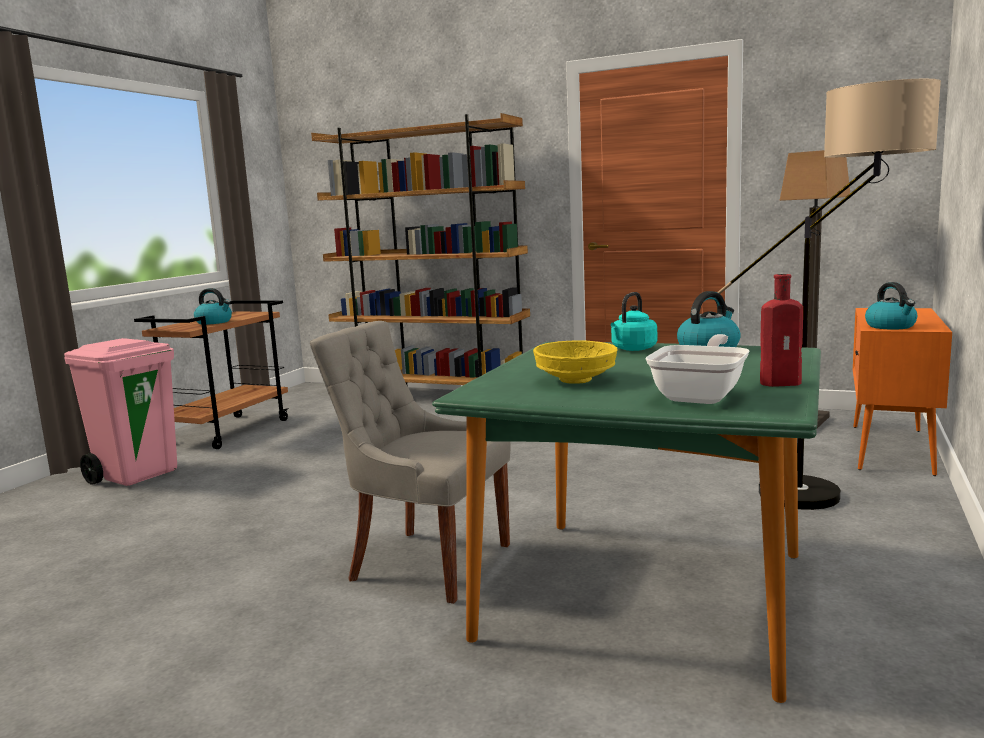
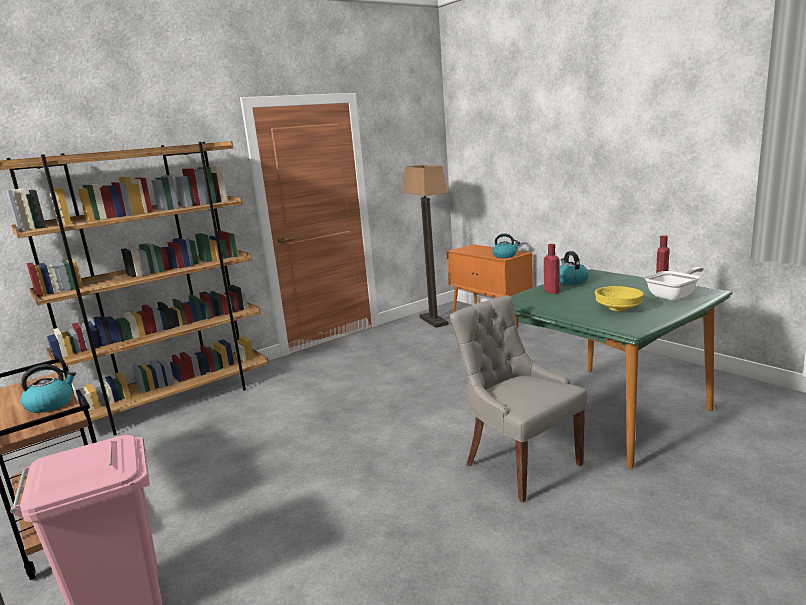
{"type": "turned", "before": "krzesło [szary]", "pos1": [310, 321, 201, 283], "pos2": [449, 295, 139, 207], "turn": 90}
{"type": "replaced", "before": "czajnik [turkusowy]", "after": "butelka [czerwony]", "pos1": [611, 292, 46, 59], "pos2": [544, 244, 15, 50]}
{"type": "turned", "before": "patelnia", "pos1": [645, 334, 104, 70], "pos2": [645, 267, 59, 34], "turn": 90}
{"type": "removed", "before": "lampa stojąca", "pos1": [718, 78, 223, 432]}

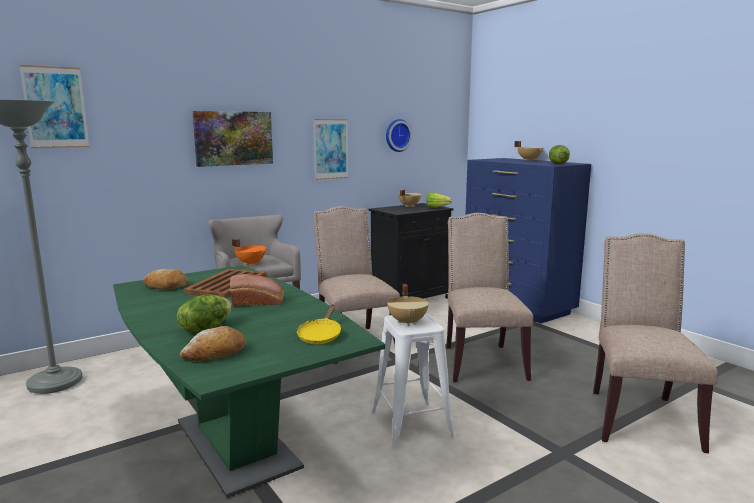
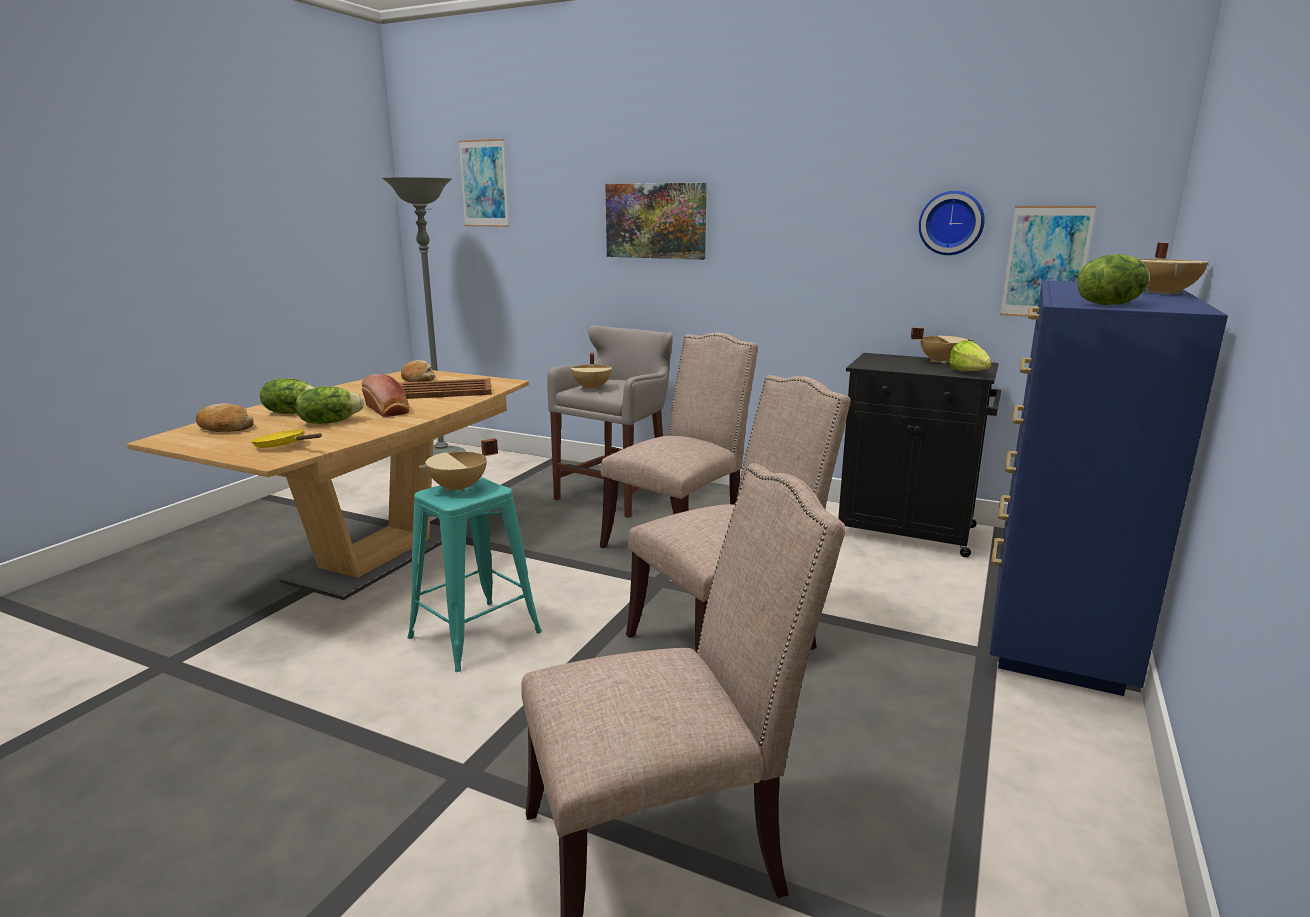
{"type": "recoloured", "before": "stół jadalny [zielony]", "after": "stół jadalny [brązowy]", "pos1": [113, 265, 272, 233], "pos2": [127, 370, 402, 230]}
{"type": "turned", "before": "patelnia [żółty]", "pos1": [297, 304, 44, 40], "pos2": [251, 429, 71, 19], "turn": 45}
{"type": "added", "after": "sałata", "pos2": [296, 386, 68, 38]}
{"type": "recoloured", "before": "stołek [biały]", "after": "stołek [turkusowy]", "pos1": [372, 313, 83, 136], "pos2": [407, 477, 135, 195]}
{"type": "recoloured", "before": "garnek [pomarańczowy]", "after": "garnek [beżowy]", "pos1": [232, 239, 34, 26], "pos2": [571, 353, 41, 37]}
{"type": "moved", "before": "obraz", "pos1": [313, 119, 35, 61], "pos2": [1000, 206, 96, 111]}

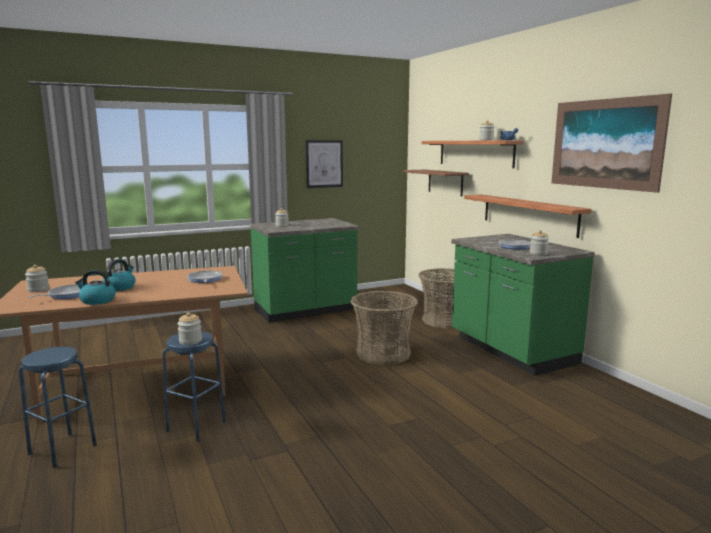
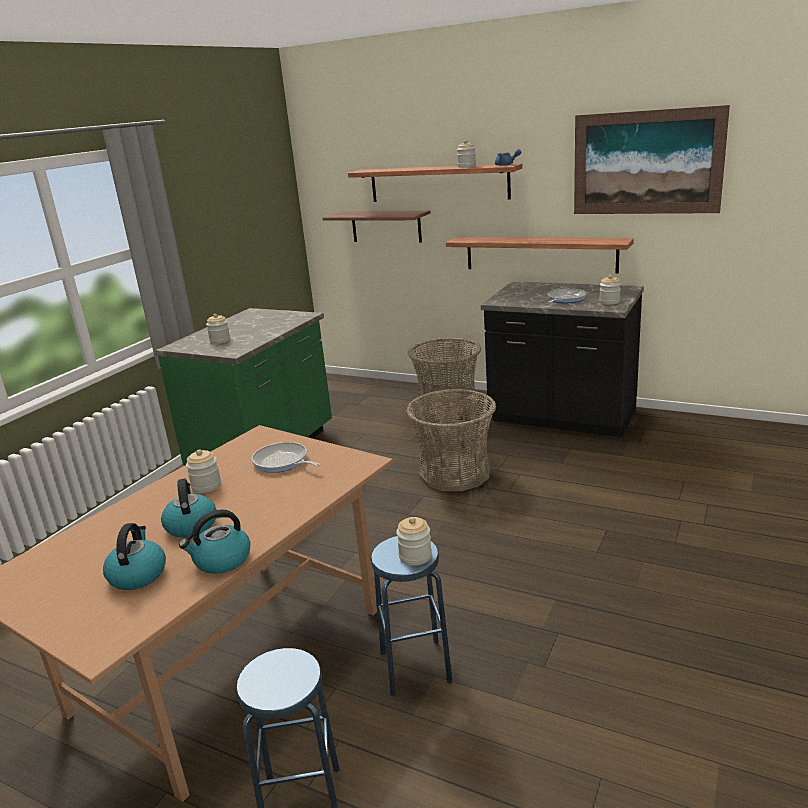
{"type": "replaced", "before": "patelnia", "after": "czajnik", "pos1": [28, 284, 52, 15], "pos2": [103, 523, 63, 67]}
{"type": "moved", "before": "słoik", "pos1": [25, 265, 24, 27], "pos2": [186, 449, 35, 44]}
{"type": "recoloured", "before": "zabudowa kuchenna [zielony]", "after": "zabudowa kuchenna [czarny]", "pos1": [451, 234, 144, 142], "pos2": [481, 281, 163, 156]}
{"type": "removed", "before": "obraz", "pos1": [305, 140, 38, 48]}

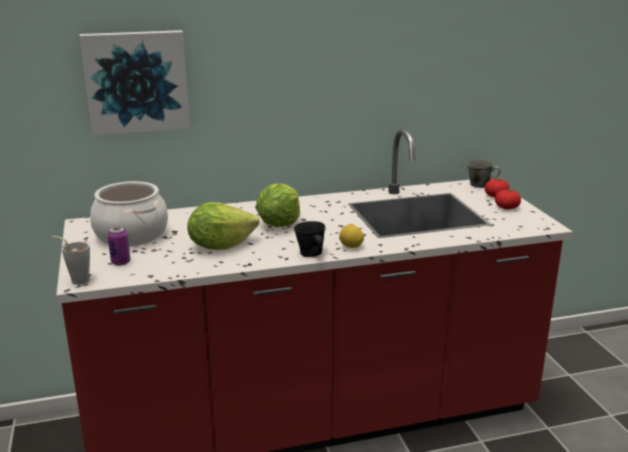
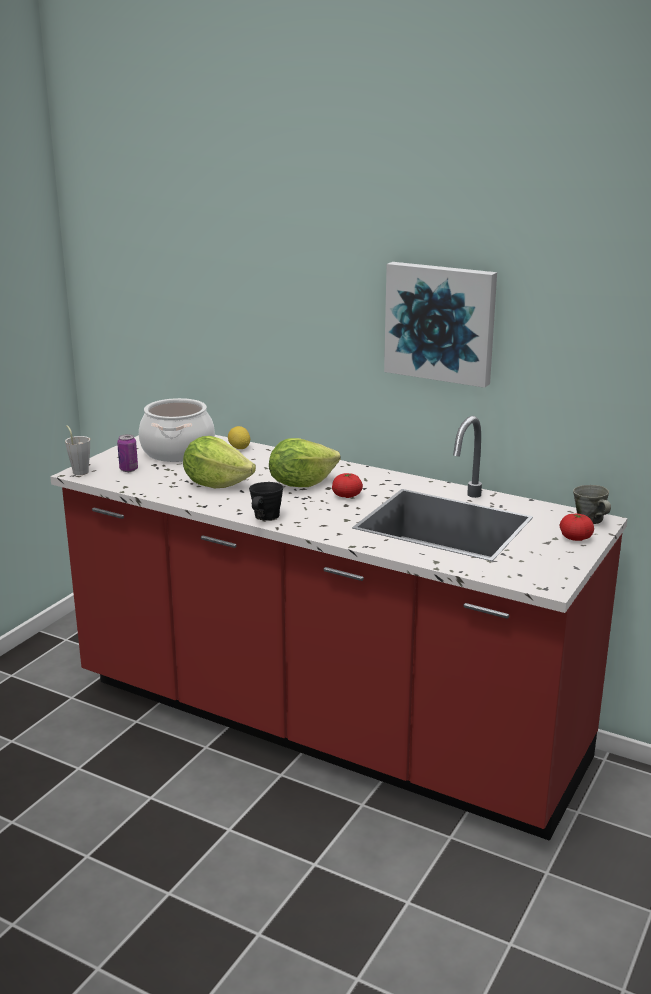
{"type": "moved", "before": "cytryna", "pos1": [339, 225, 25, 23], "pos2": [228, 426, 22, 23]}
{"type": "moved", "before": "pomidor", "pos1": [495, 189, 26, 21], "pos2": [332, 473, 31, 25]}
{"type": "moved", "before": "obraz", "pos1": [80, 30, 110, 105], "pos2": [384, 262, 113, 126]}

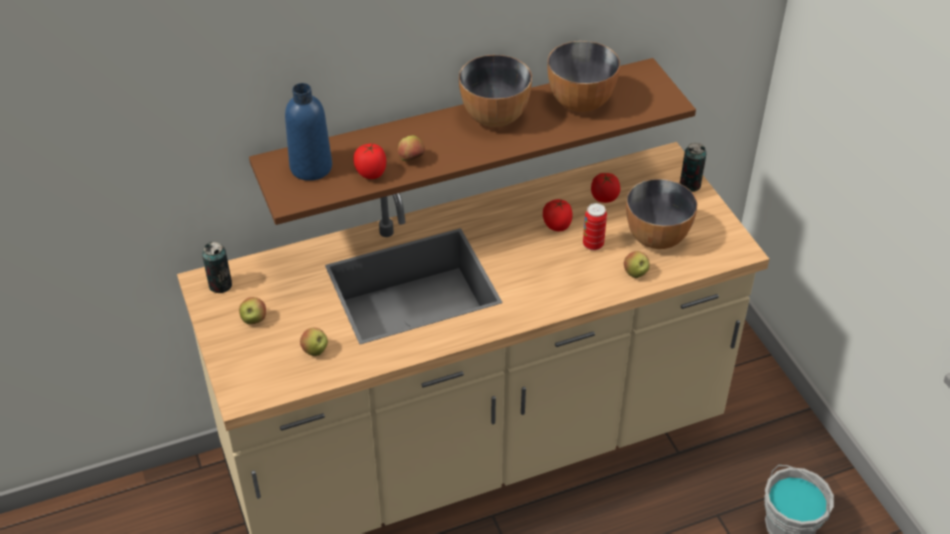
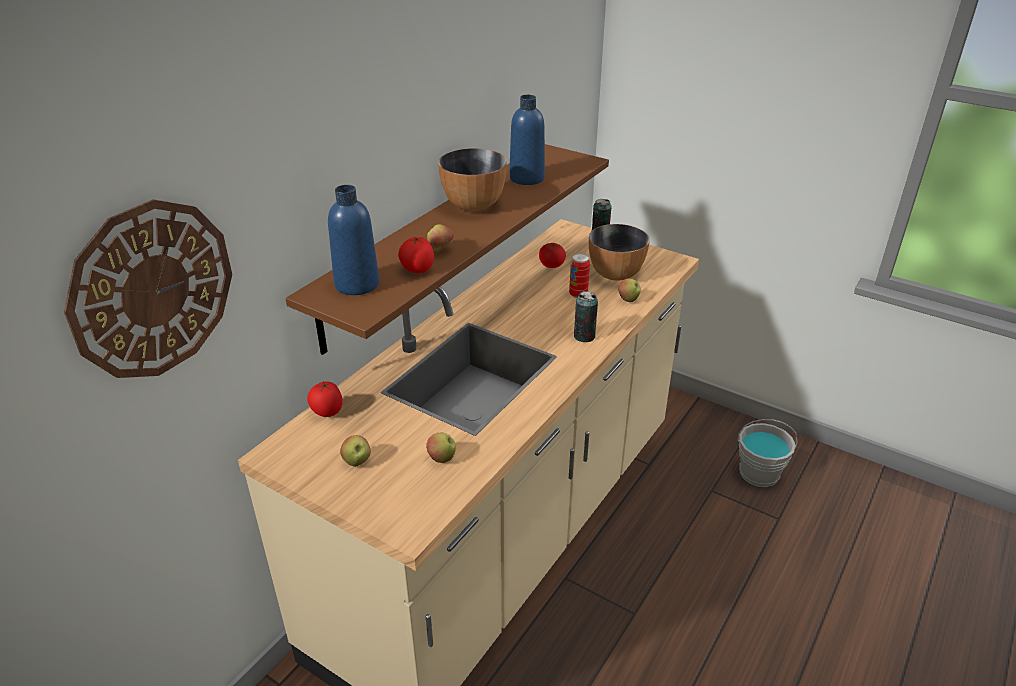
{"type": "added", "after": "zegar ścienny", "pos2": [64, 199, 168, 179]}
{"type": "moved", "before": "pomidor", "pos1": [543, 199, 30, 32], "pos2": [307, 381, 36, 36]}
{"type": "replaced", "before": "miska", "after": "butelka [niebieski]", "pos1": [548, 41, 72, 71], "pos2": [509, 95, 36, 90]}
{"type": "moved", "before": "puszka", "pos1": [202, 242, 30, 51], "pos2": [574, 291, 24, 51]}

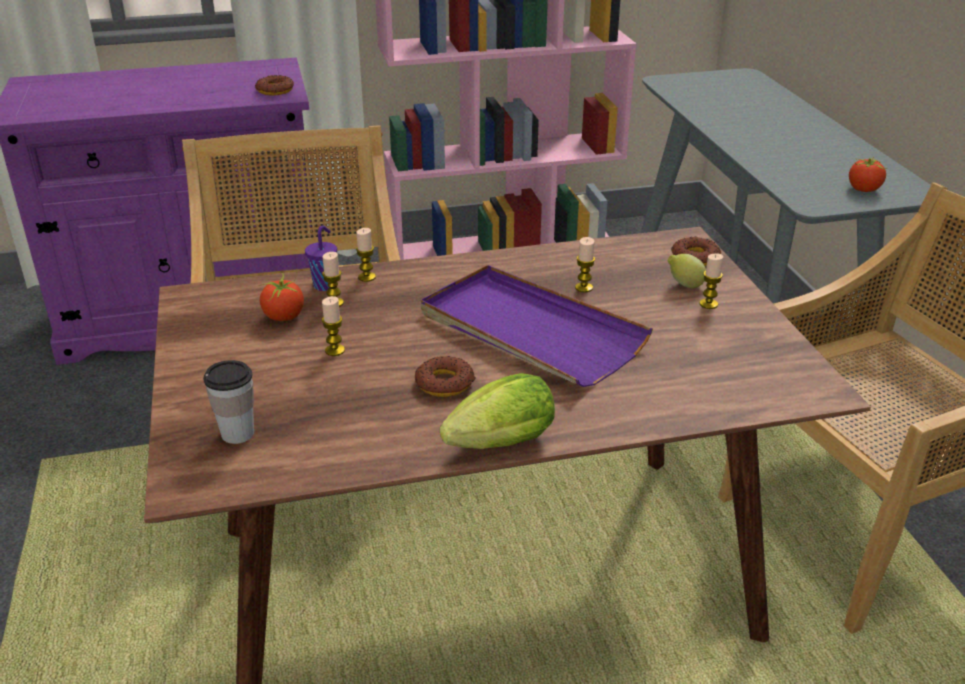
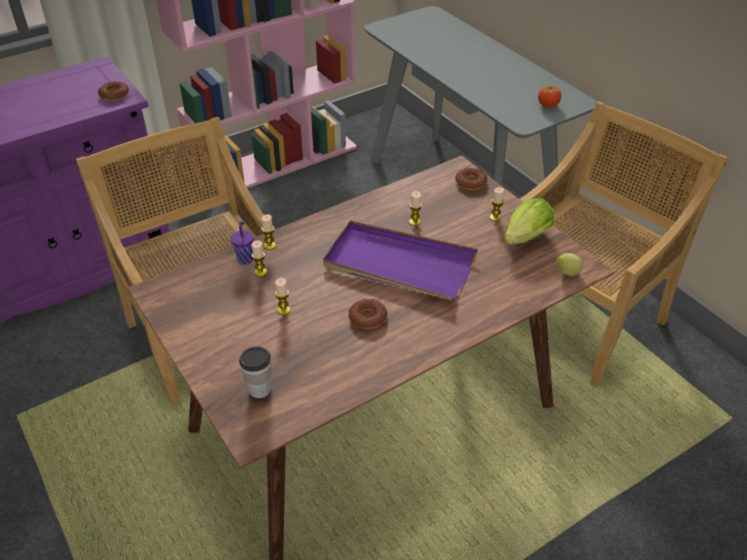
{"type": "moved", "before": "sałata", "pos1": [440, 373, 115, 76], "pos2": [505, 198, 49, 47]}
{"type": "moved", "before": "cytryna", "pos1": [668, 254, 38, 34], "pos2": [556, 253, 27, 23]}
{"type": "removed", "before": "pomidor", "pos1": [259, 271, 45, 50]}

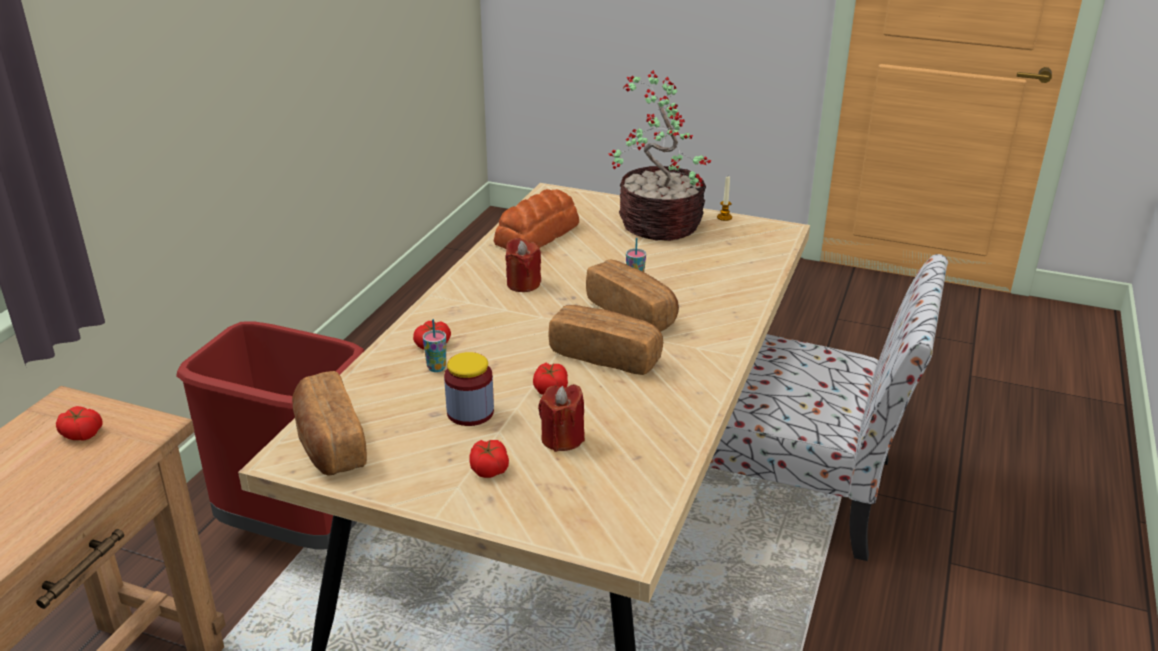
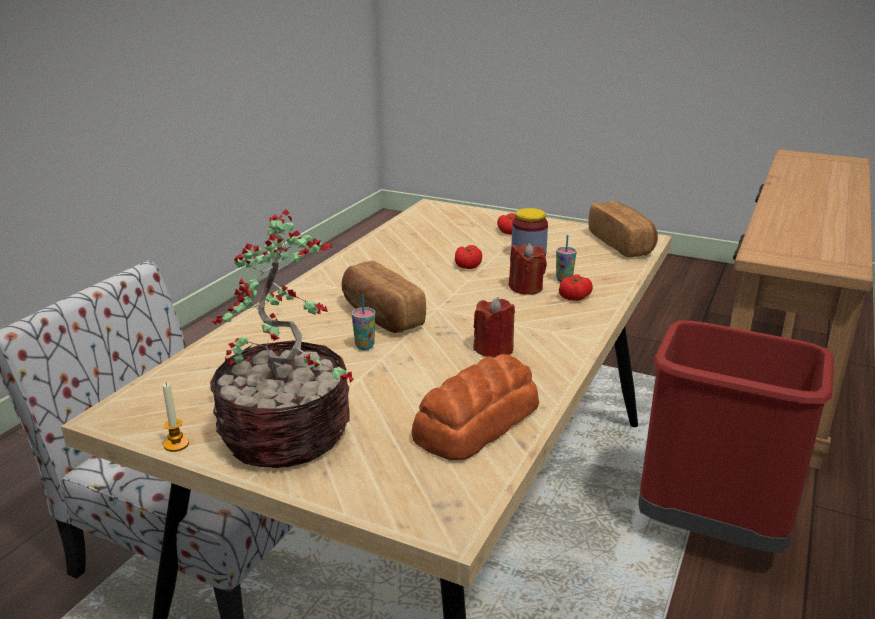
{"type": "moved", "before": "świeca [czerwony]", "pos1": [538, 384, 47, 68], "pos2": [509, 243, 38, 52]}
{"type": "removed", "before": "pomidor", "pos1": [56, 406, 46, 35]}
{"type": "removed", "before": "chleb", "pos1": [548, 305, 115, 70]}

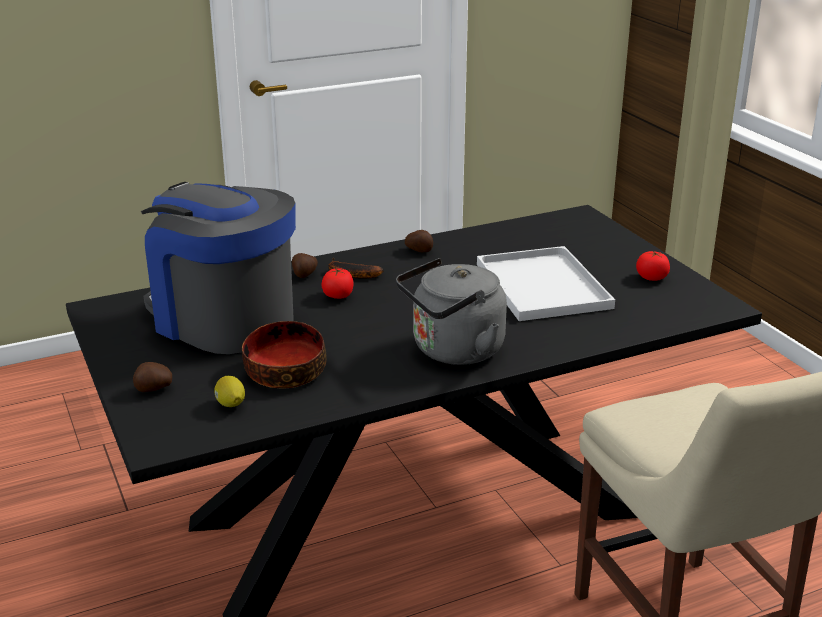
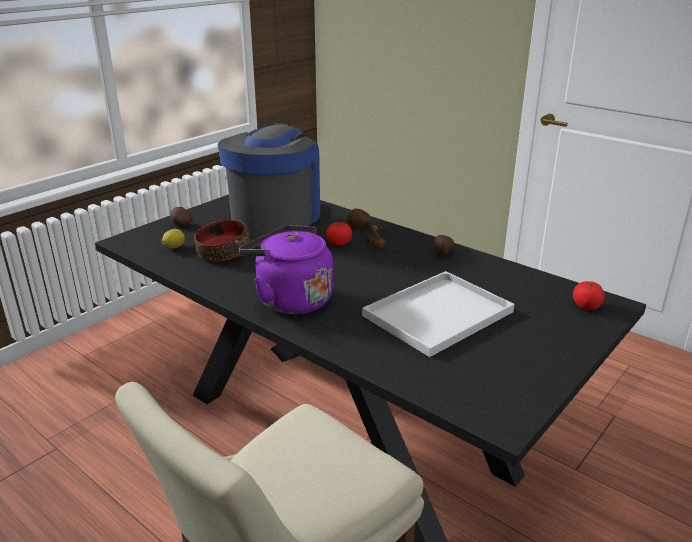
{"type": "recoloured", "before": "czajnik [szary]", "after": "czajnik [fioletowy]", "pos1": [396, 258, 111, 107], "pos2": [239, 225, 94, 89]}
{"type": "moved", "before": "pomidor", "pos1": [636, 251, 34, 30], "pos2": [573, 281, 32, 29]}

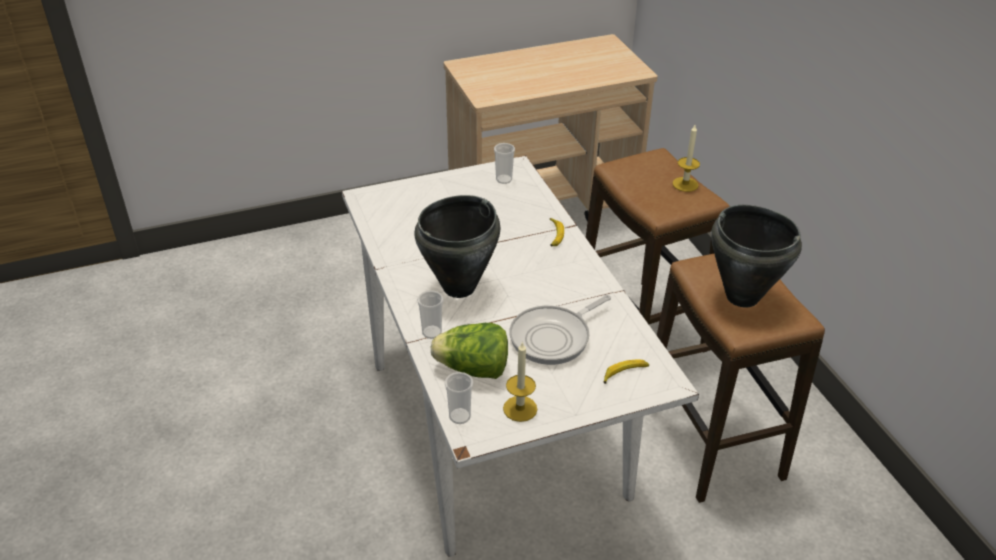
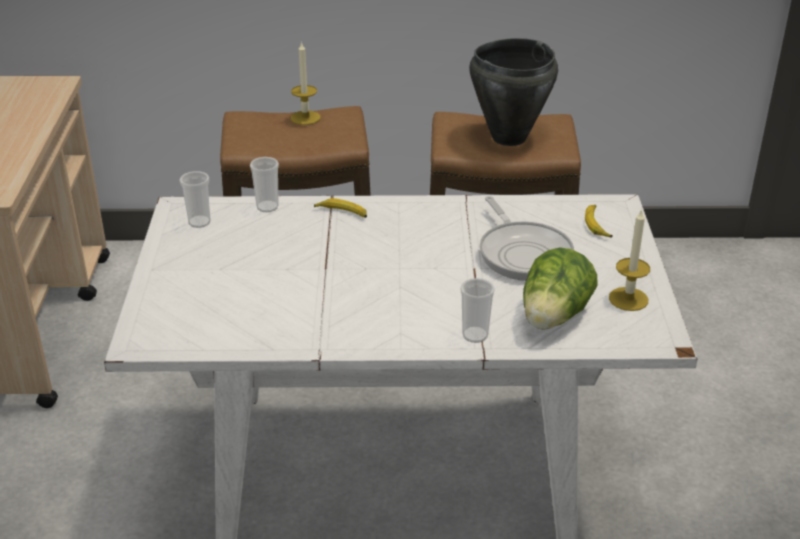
{"type": "moved", "before": "filiżanka", "pos1": [445, 372, 28, 52], "pos2": [250, 157, 29, 55]}
{"type": "removed", "before": "garnek [czarny]", "pos1": [414, 195, 86, 103]}

